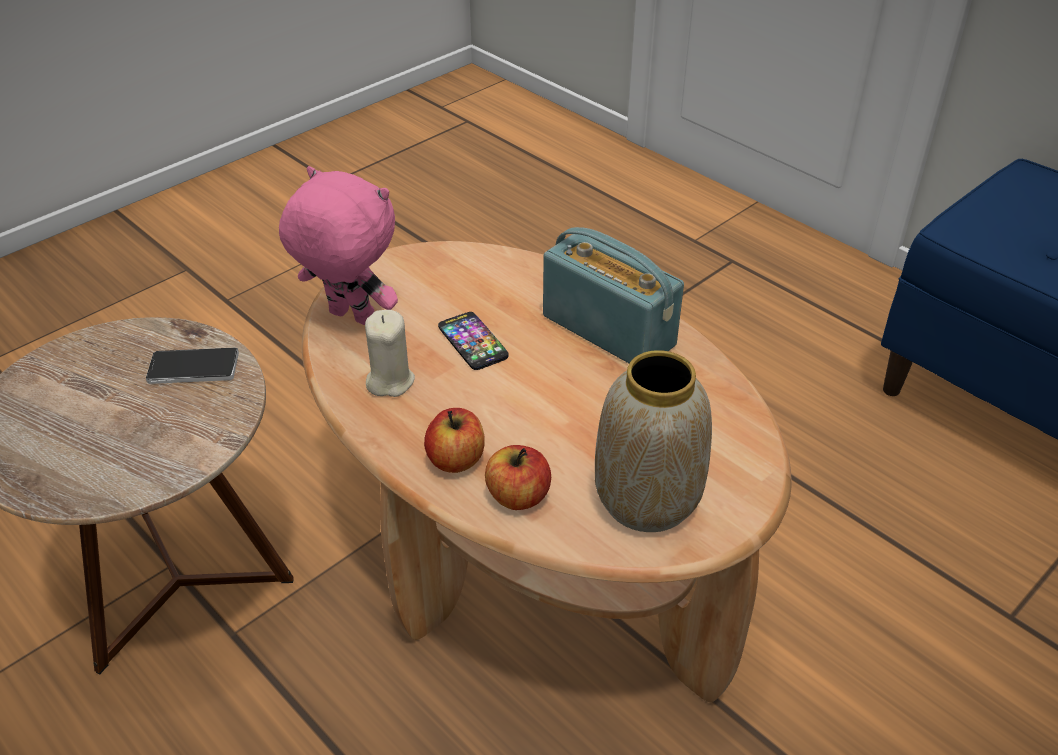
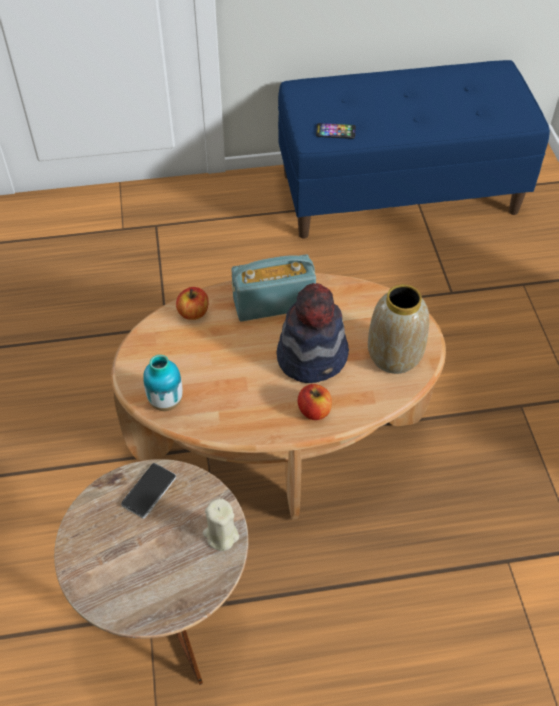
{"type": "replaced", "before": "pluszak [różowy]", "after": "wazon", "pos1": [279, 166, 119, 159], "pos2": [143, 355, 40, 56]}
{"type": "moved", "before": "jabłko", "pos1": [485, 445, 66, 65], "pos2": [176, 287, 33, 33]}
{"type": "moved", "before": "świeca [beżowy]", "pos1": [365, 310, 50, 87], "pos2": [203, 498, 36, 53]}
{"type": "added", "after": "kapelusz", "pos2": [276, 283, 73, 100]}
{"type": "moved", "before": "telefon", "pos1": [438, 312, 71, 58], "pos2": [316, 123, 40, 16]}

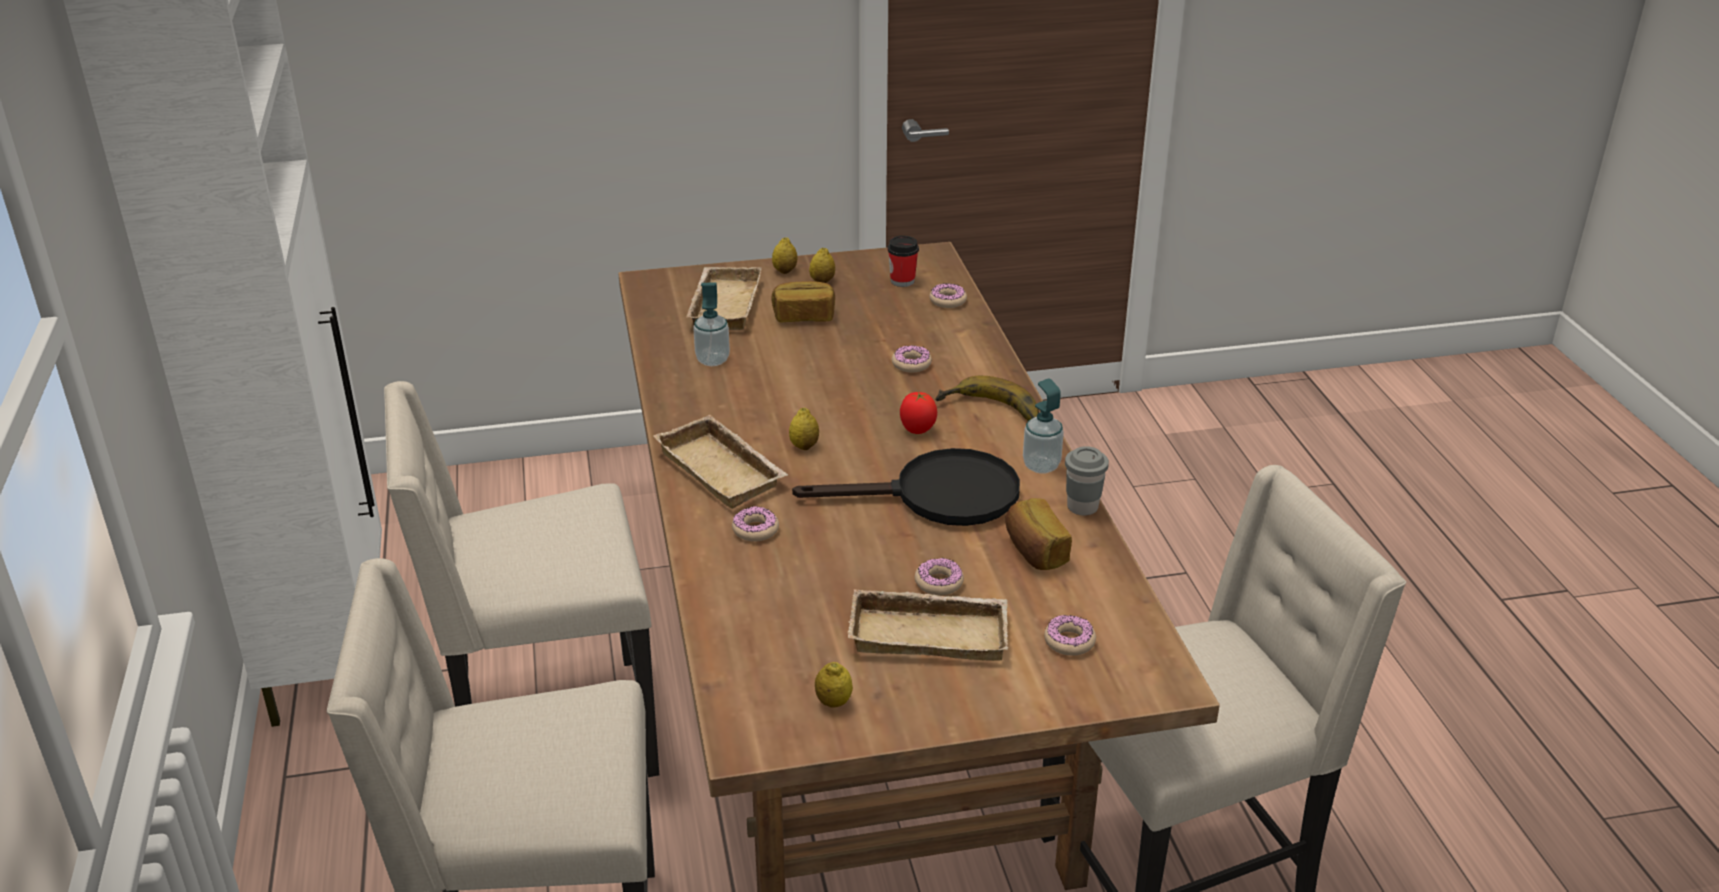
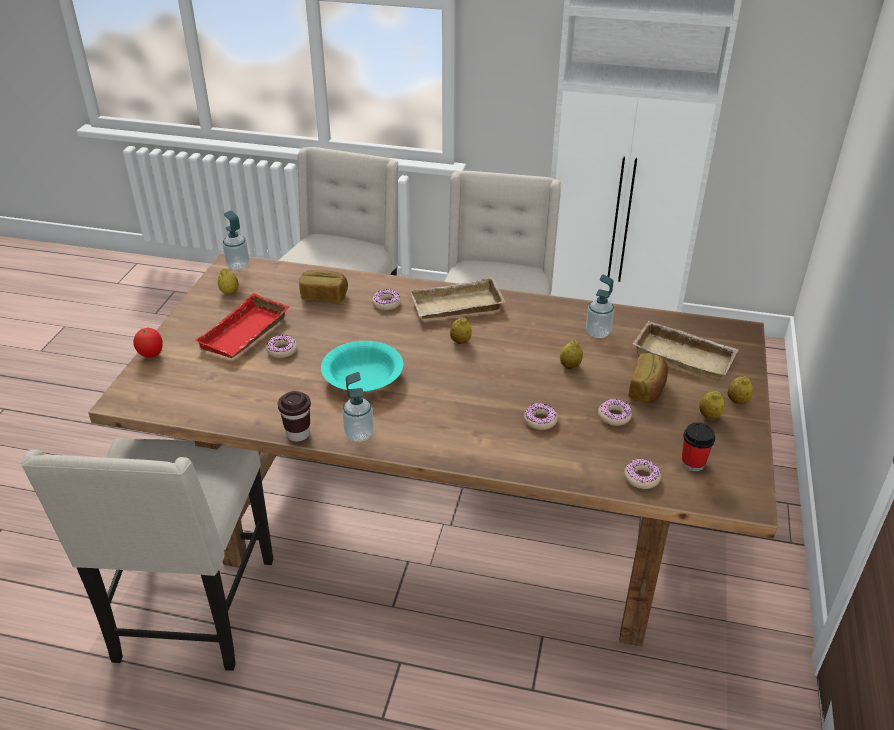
{"type": "moved", "before": "pomidor", "pos1": [900, 392, 37, 42], "pos2": [133, 328, 30, 30]}
{"type": "recoloured", "before": "taca [beżowy]", "after": "taca [czerwony]", "pos1": [848, 589, 160, 72], "pos2": [194, 293, 96, 65]}
{"type": "added", "after": "dozownik mydła", "pos2": [223, 211, 26, 59]}
{"type": "recoloured", "before": "filiżanka [szary]", "after": "filiżanka [brązowy]", "pos1": [1065, 446, 44, 69], "pos2": [278, 391, 33, 51]}
{"type": "moved", "before": "chleb", "pos1": [1005, 498, 67, 72], "pos2": [299, 270, 49, 33]}
{"type": "replaced", "before": "patelnia [czarny]", "after": "miska [turkusowy]", "pos1": [792, 448, 228, 78], "pos2": [321, 341, 82, 51]}
{"type": "added", "after": "cytryna", "pos2": [560, 340, 23, 29]}
{"type": "moved", "before": "donut", "pos1": [1044, 615, 52, 41], "pos2": [598, 399, 34, 27]}
{"type": "removed", "before": "banan", "pos1": [935, 376, 104, 45]}

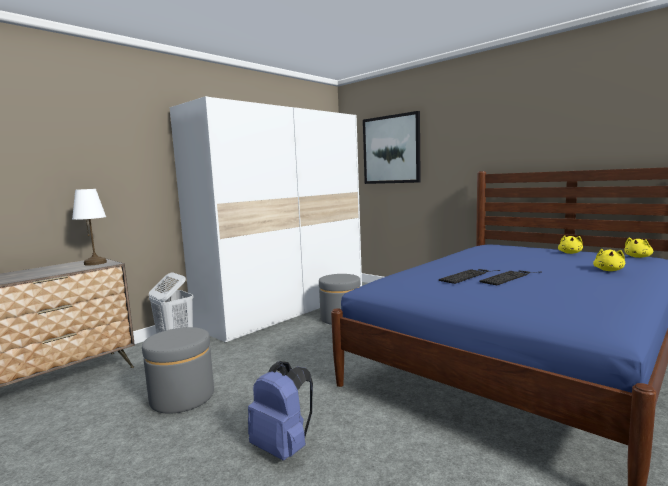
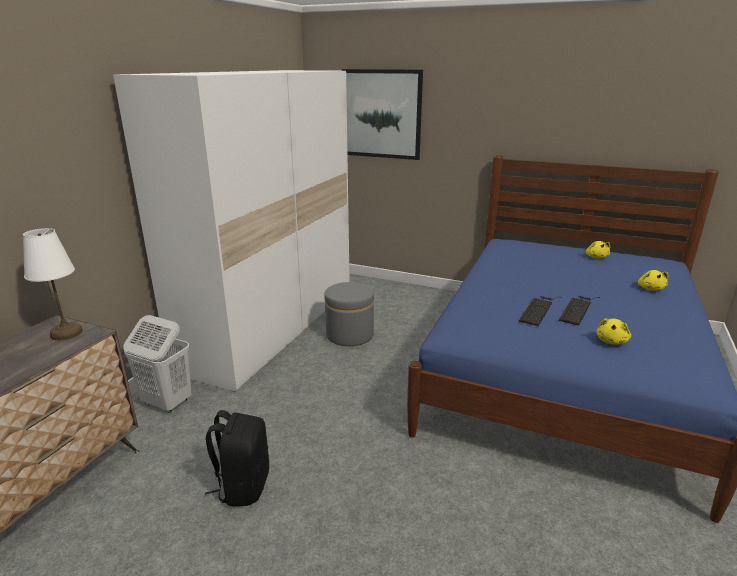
{"type": "replaced", "before": "pufa [szary]", "after": "plecak [czarny]", "pos1": [142, 327, 72, 87], "pos2": [205, 410, 64, 96]}
{"type": "moved", "before": "pluszak [żółty]", "pos1": [624, 237, 29, 21], "pos2": [596, 318, 35, 27]}
{"type": "removed", "before": "plecak [niebieski]", "pos1": [248, 361, 65, 100]}

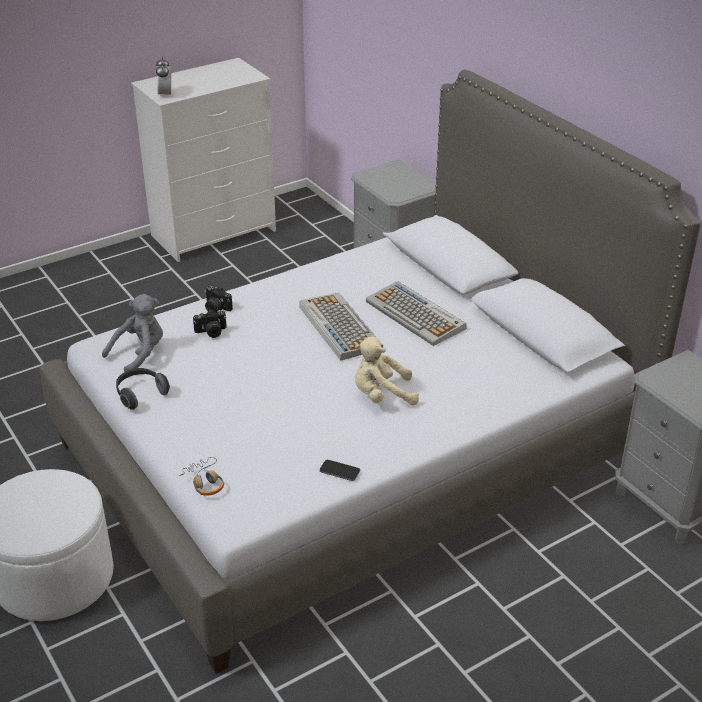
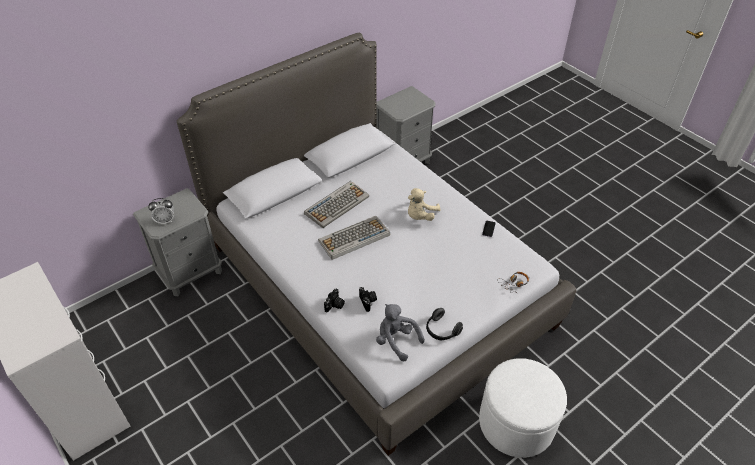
{"type": "moved", "before": "budzik", "pos1": [156, 56, 15, 42], "pos2": [148, 198, 26, 26]}
{"type": "turned", "before": "pluszak [beżowy]", "pos1": [355, 337, 64, 69], "pos2": [408, 188, 32, 33], "turn": 45}

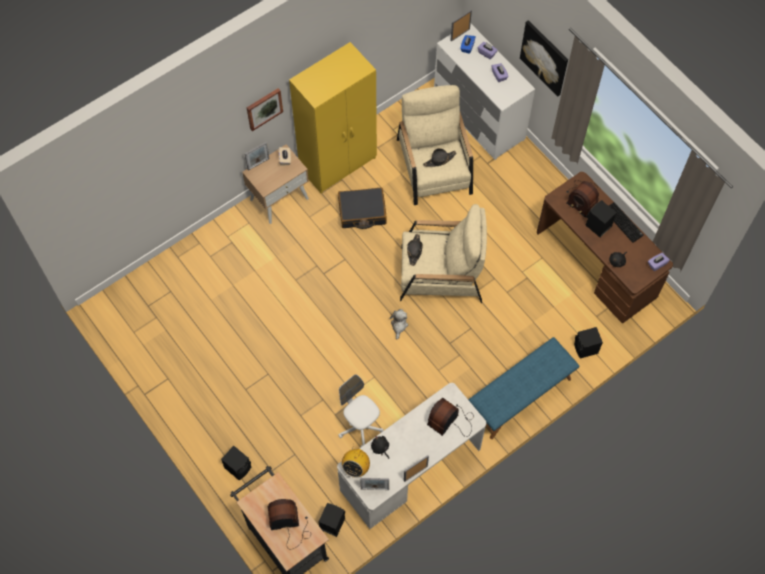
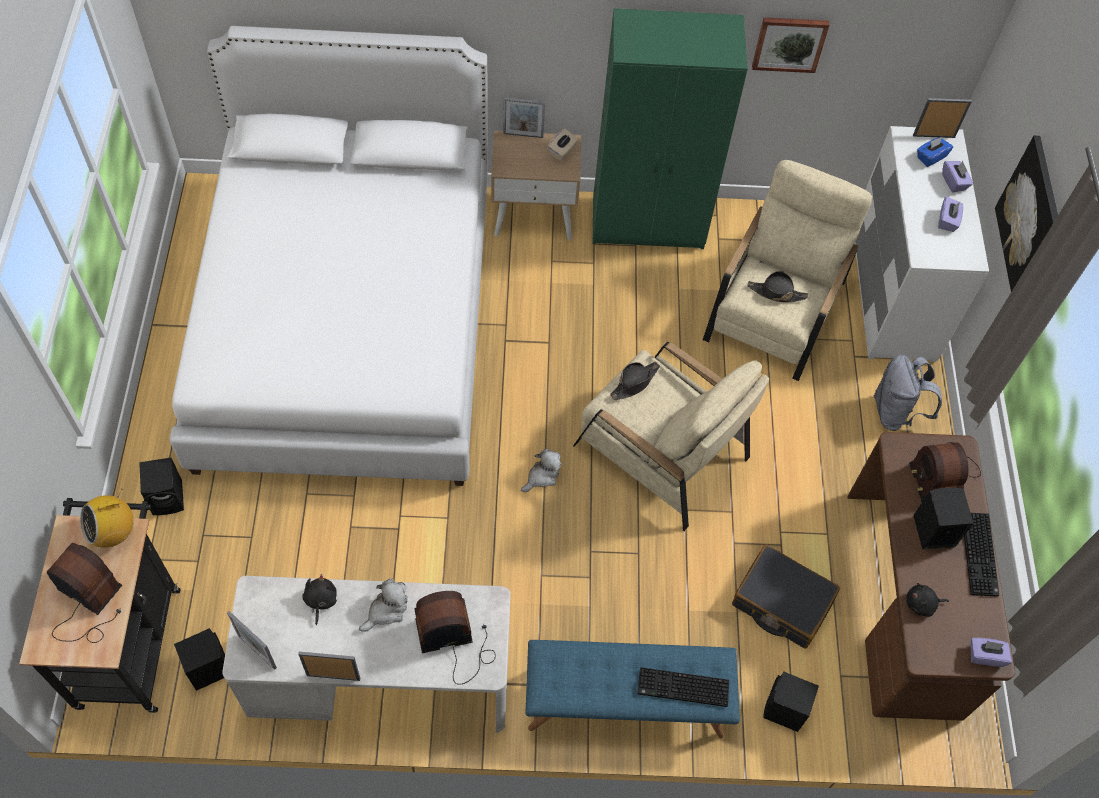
{"type": "moved", "before": "radio", "pos1": [342, 445, 28, 33], "pos2": [81, 489, 52, 59]}
{"type": "added", "after": "łóżko [biały]", "pos2": [170, 26, 318, 460]}
{"type": "added", "after": "pluszak", "pos2": [359, 579, 49, 52]}
{"type": "recoloured", "before": "szafa [żółty]", "after": "szafa [zielony]", "pos1": [289, 42, 88, 152], "pos2": [593, 8, 155, 241]}
{"type": "added", "after": "klawiatura", "pos2": [638, 667, 91, 40]}
{"type": "moved", "before": "walizka [czarny]", "pos1": [338, 187, 49, 42], "pos2": [732, 544, 108, 105]}
{"type": "moved", "before": "obraz", "pos1": [246, 88, 37, 43], "pos2": [752, 17, 77, 56]}
{"type": "added", "after": "plecak [szary]", "pos2": [874, 354, 68, 77]}
{"type": "removed", "before": "krzesło biurowe [biały]", "pos1": [338, 374, 46, 73]}

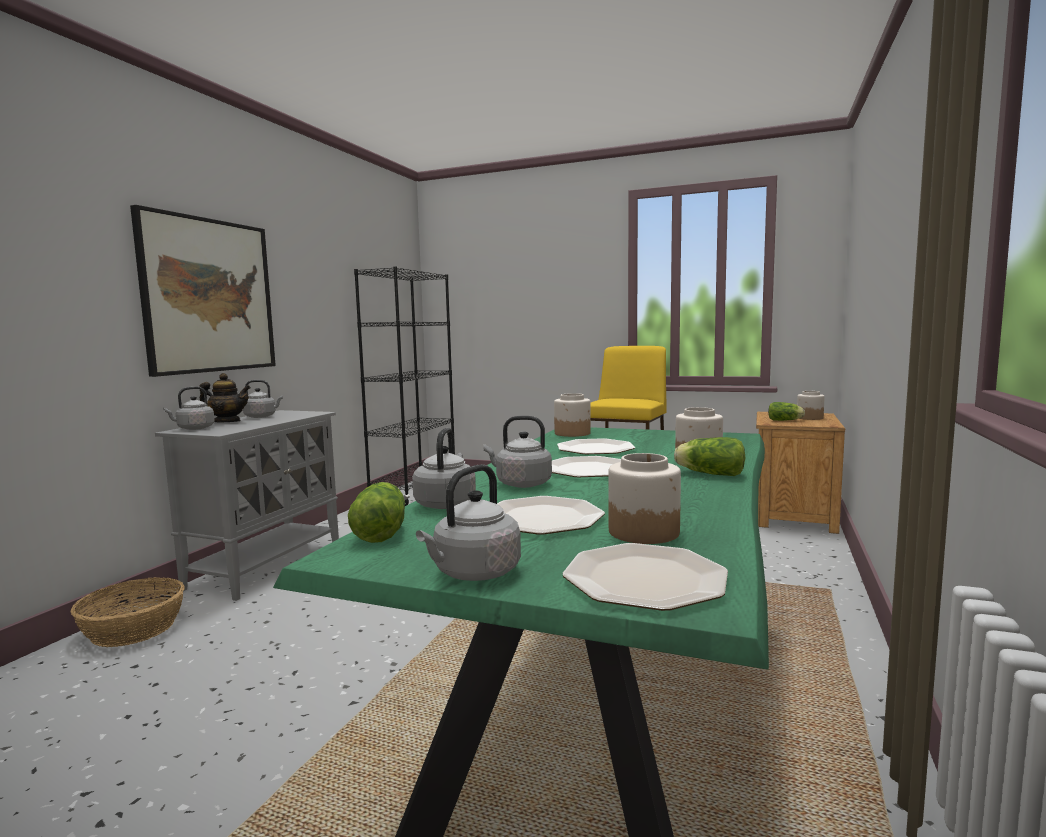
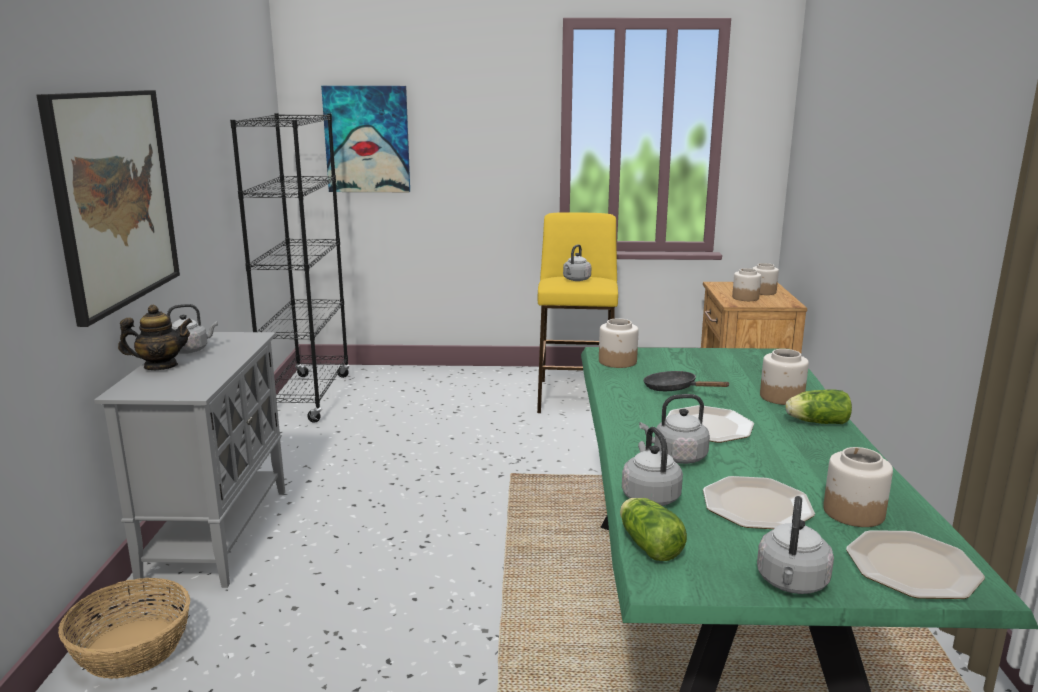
{"type": "added", "after": "obraz", "pos2": [321, 86, 89, 106]}
{"type": "moved", "before": "czajnik [szary]", "pos1": [163, 386, 52, 44], "pos2": [563, 244, 28, 37]}
{"type": "replaced", "before": "talerz", "after": "patelnia [czarny]", "pos1": [557, 438, 78, 16], "pos2": [643, 371, 87, 20]}
{"type": "replaced", "before": "sałata", "after": "słoik", "pos1": [768, 402, 37, 19], "pos2": [732, 268, 29, 33]}

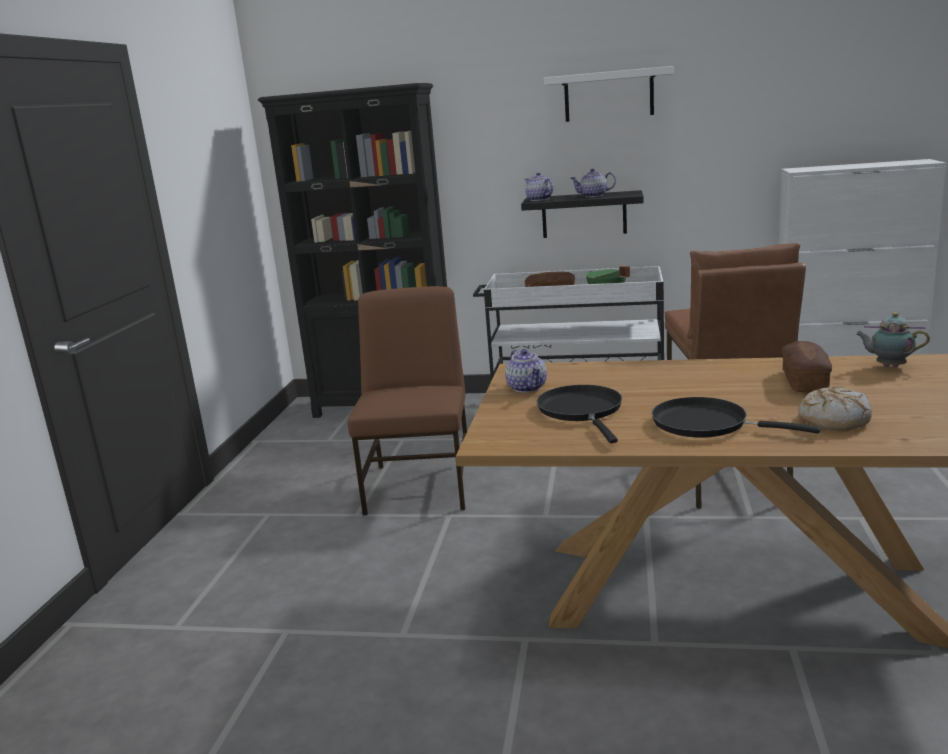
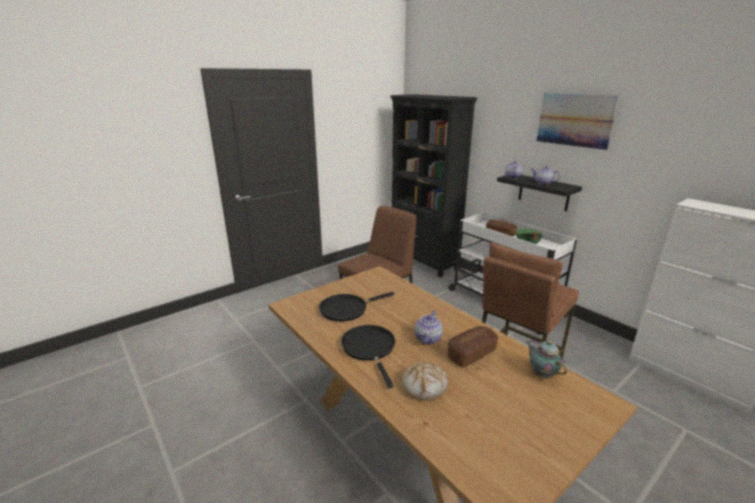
{"type": "turned", "before": "patelnia [czarny]", "pos1": [537, 385, 85, 58], "pos2": [319, 292, 75, 30], "turn": -150}
{"type": "moved", "before": "imbryk", "pos1": [505, 349, 42, 44], "pos2": [414, 311, 29, 33]}
{"type": "replaced", "before": "półka [biały]", "after": "obraz", "pos1": [544, 66, 130, 56], "pos2": [537, 93, 82, 57]}

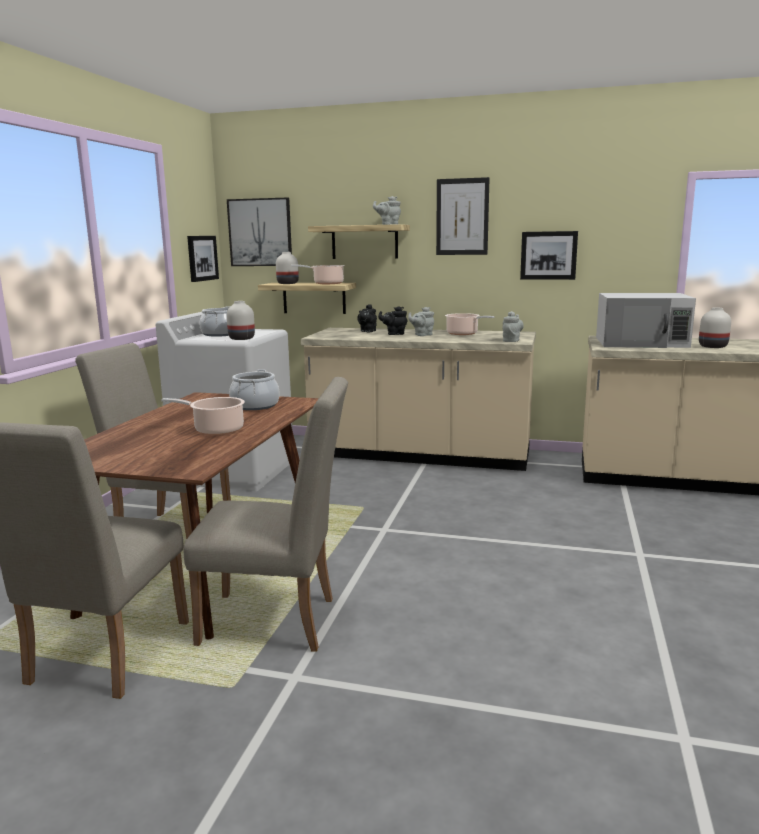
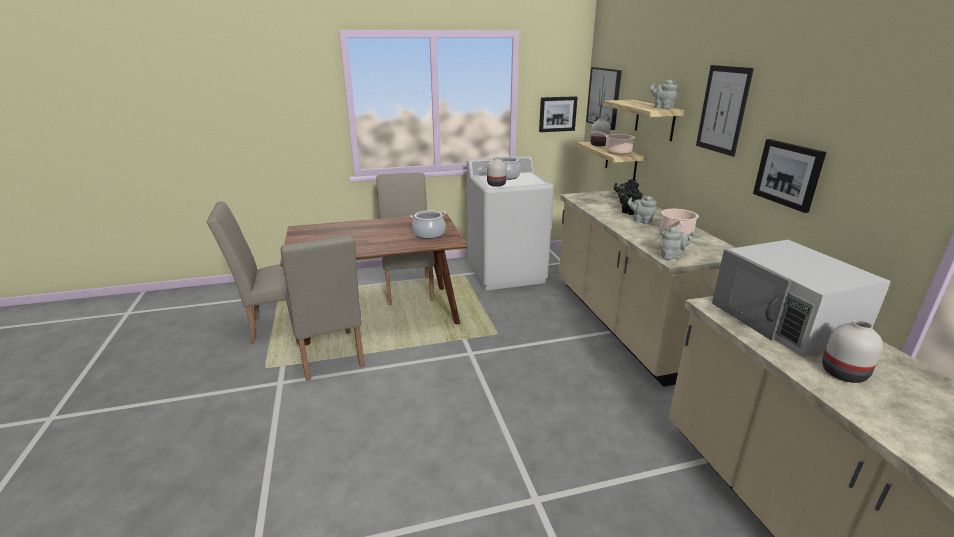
{"type": "removed", "before": "garnek", "pos1": [161, 397, 84, 38]}

